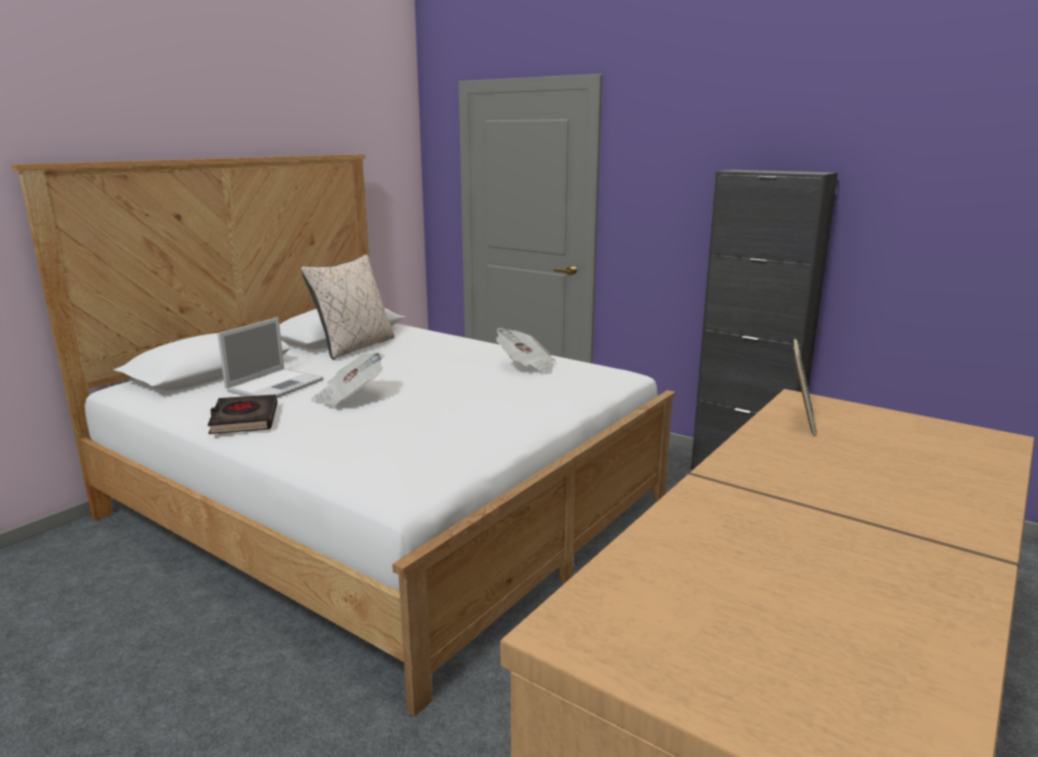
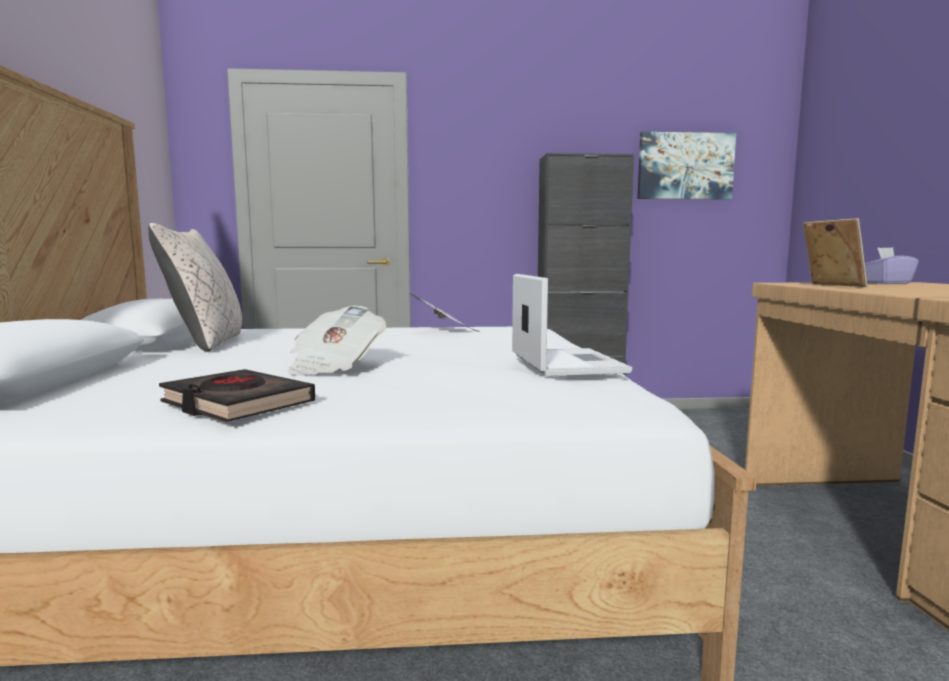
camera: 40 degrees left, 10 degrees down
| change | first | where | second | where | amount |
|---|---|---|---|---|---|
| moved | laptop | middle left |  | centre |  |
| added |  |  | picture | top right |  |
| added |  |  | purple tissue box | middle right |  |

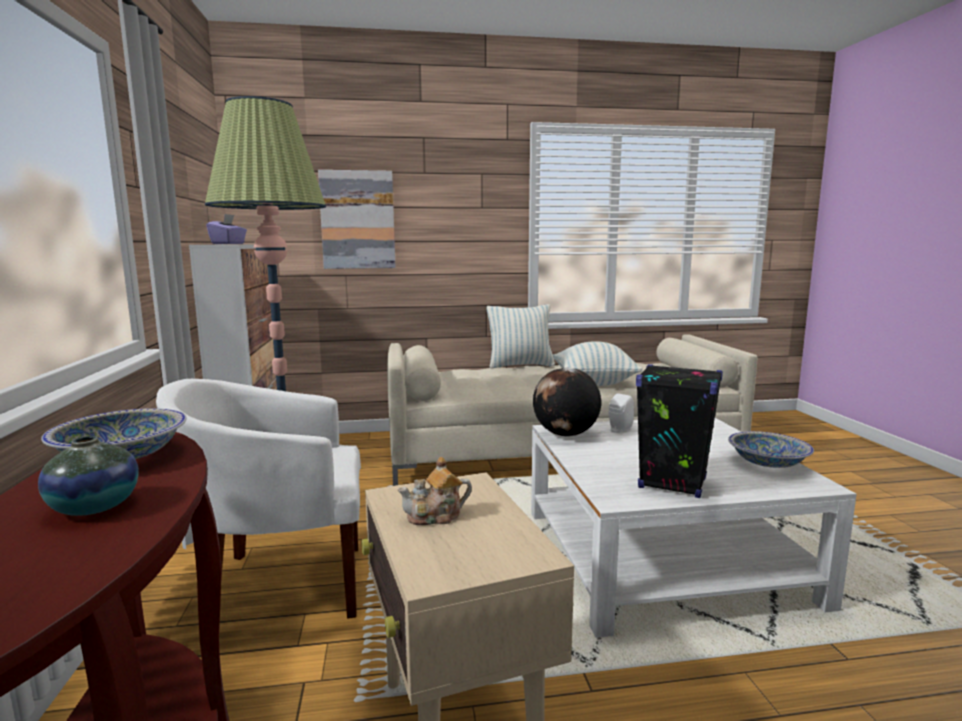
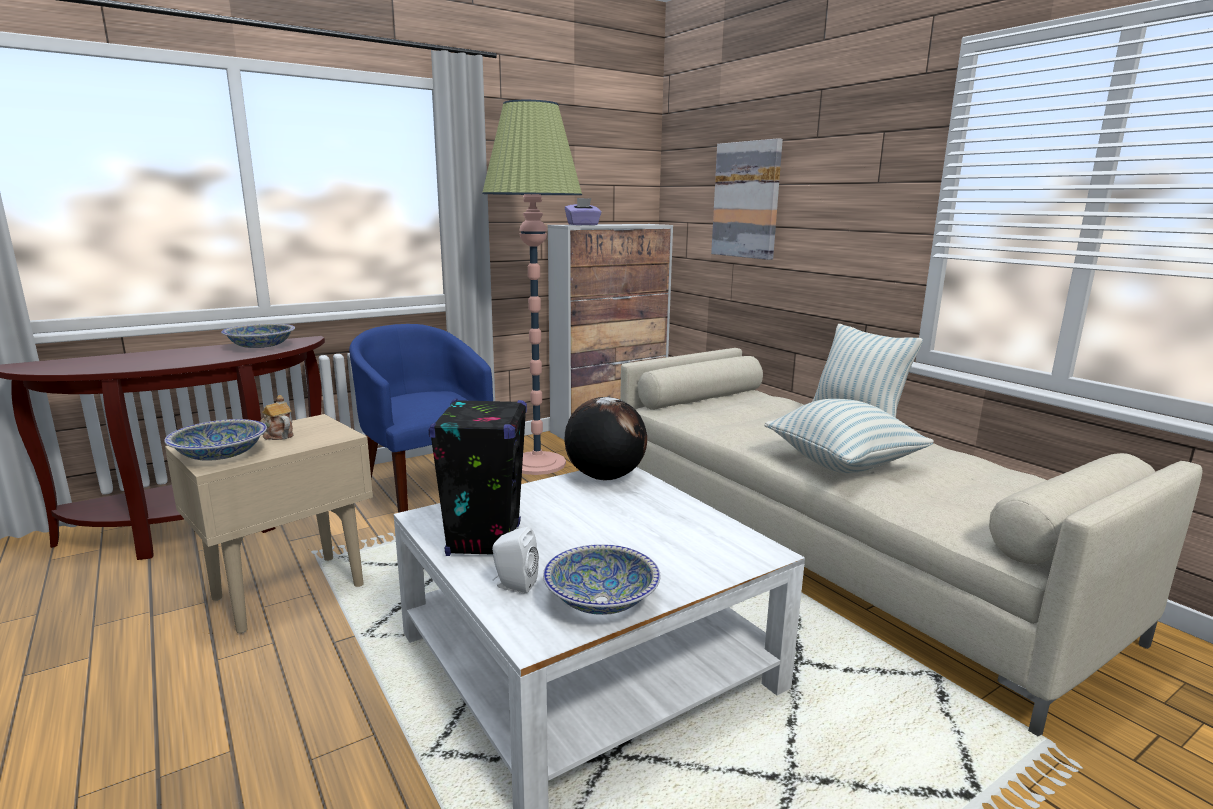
camera: 65 degrees right, 5 degrees up
| change | first | where | second | where | amount |
|---|---|---|---|---|---|
| removed | vase | middle left |  |  |  |
| recoloured | white armchair | bottom left | blue armchair | centre |  |
| moved | white speaker | centre |  | bottom centre |  |
| added |  |  | bowl (1st from left) | middle left |  |

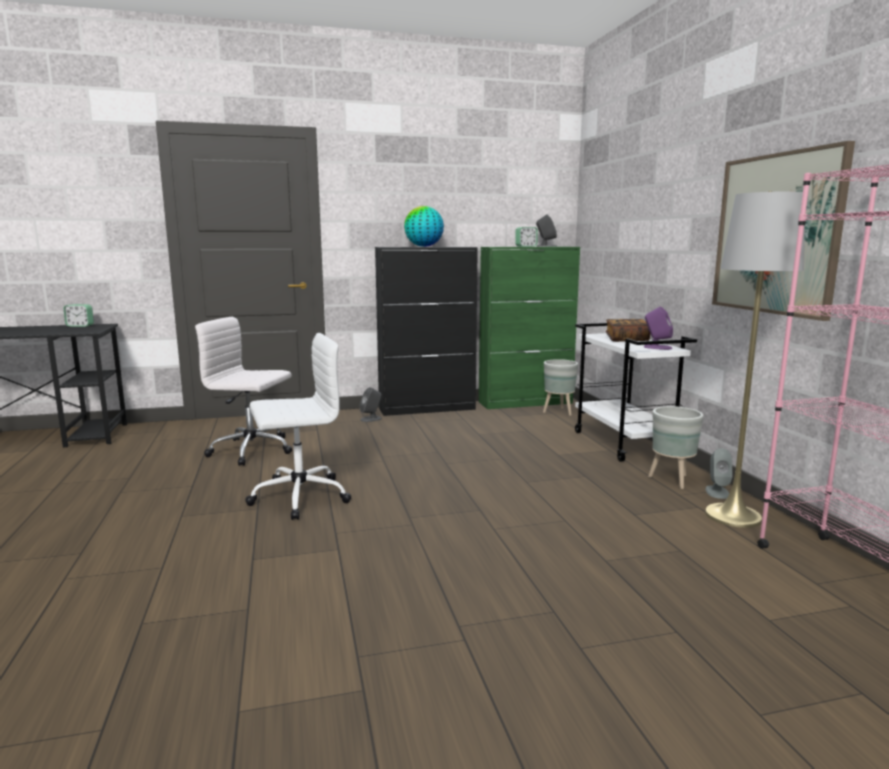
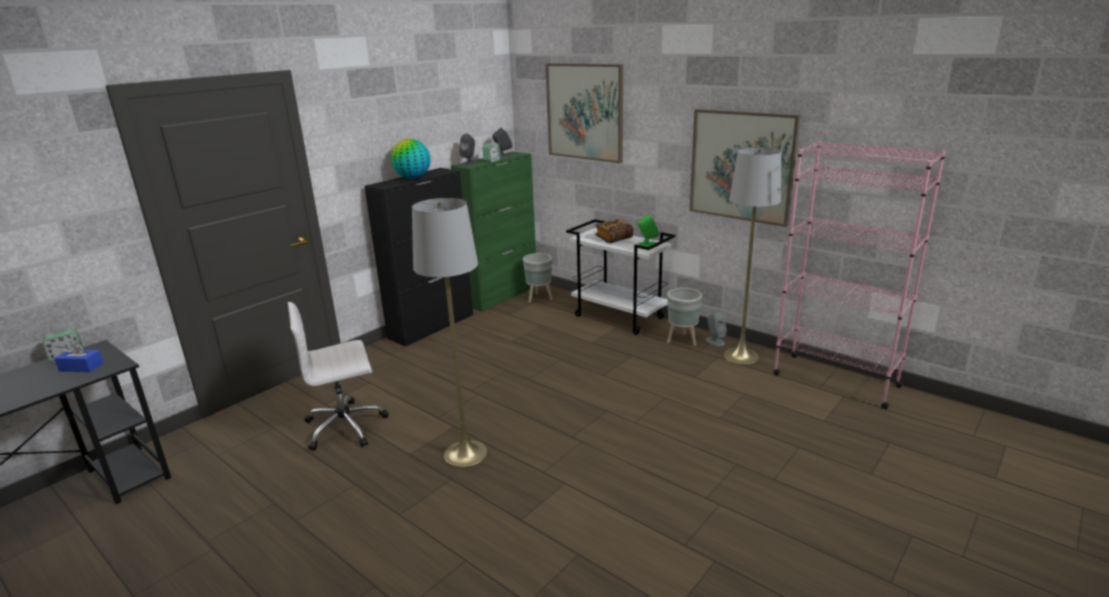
camera: 35 degrees left, 10 degrees up
| change | first | where | second | where | amount |
|---|---|---|---|---|---|
| replaced | white office chair (2nd from left) | centre | grey floor lamp (1st from left) | centre |  |
| moved | grey speaker (1st from left) | centre |  | top centre |  |
| recoloured | purple speaker | middle right | green speaker | centre |  |
| added |  |  | blue tissue box | middle left |  |
| added |  |  | picture (1st from left) | top centre |  |

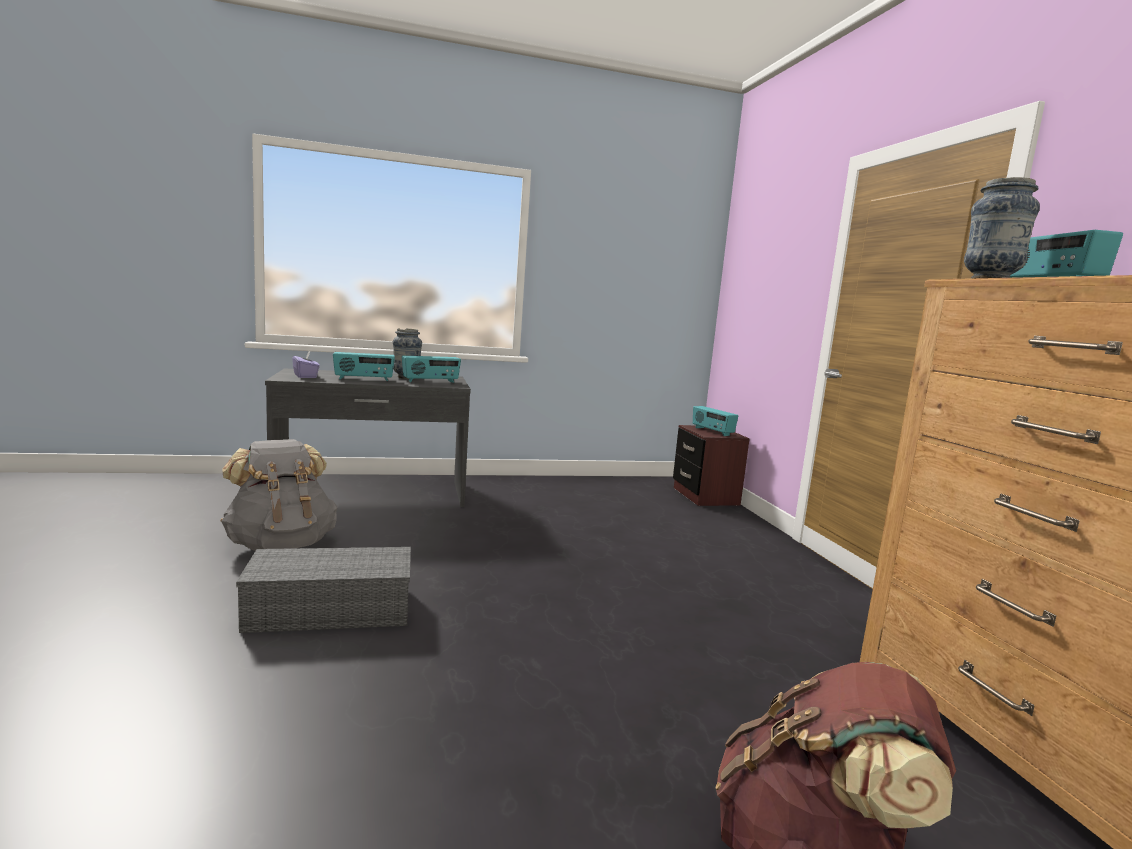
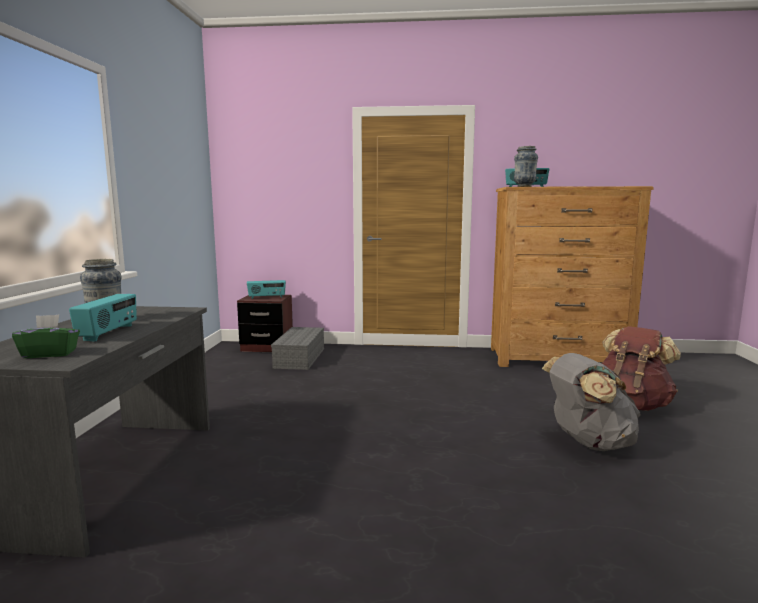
camera: 70 degrees left, 0 degrees up
| change | first | where | second | where | amount |
|---|---|---|---|---|---|
| moved | grey backpack | middle left |  | bottom right |  |
| moved | grey storage box | bottom left |  | centre |  |
| recoloured | purple tissue box | middle left | green tissue box | middle left |  |
| removed | radio (2nd from left) | centre |  |  |  |

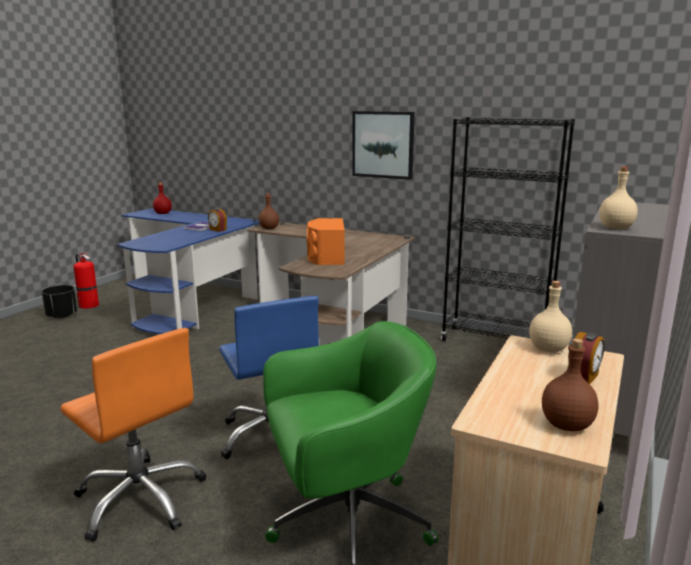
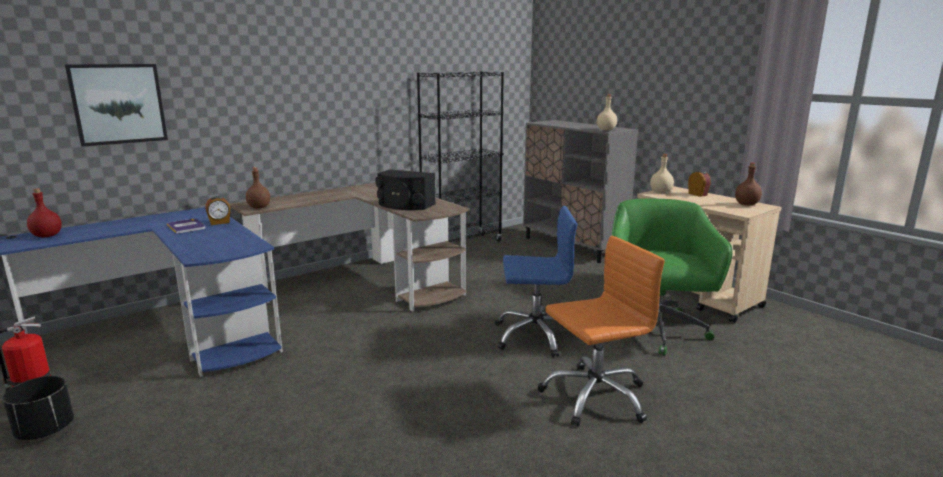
camera: 65 degrees left, 0 degrees up
| change | first | where | second | where | amount |
|---|---|---|---|---|---|
| recoloured | orange speaker | centre | black speaker | centre |  |
| moved | picture | top centre |  | top left |  |

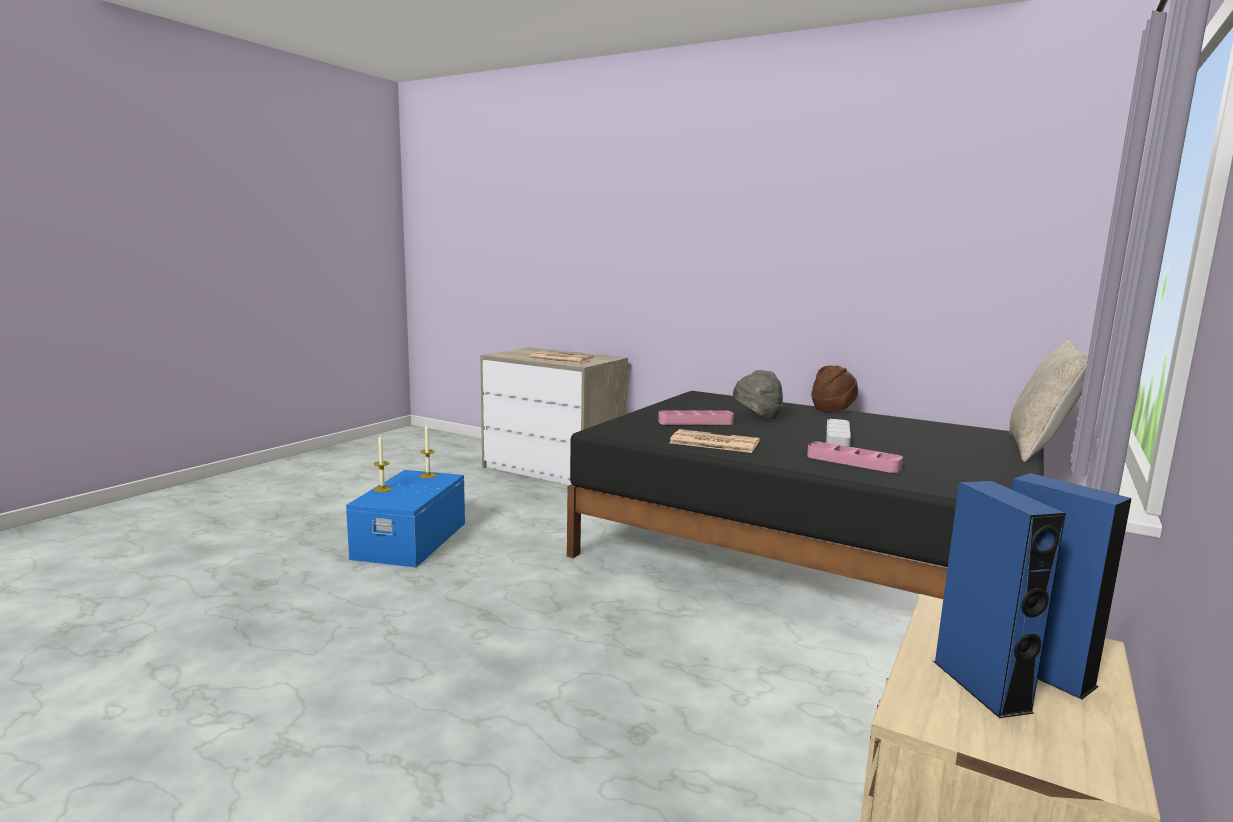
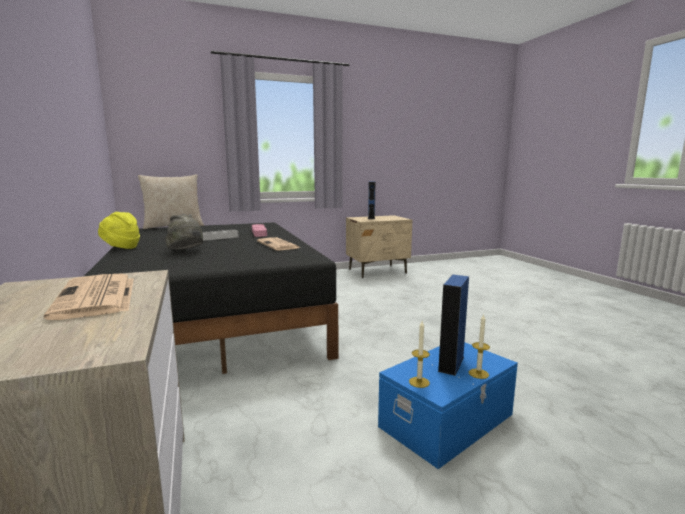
camera: 140 degrees left, 0 degrees up
| change | first | where | second | where | amount |
|---|---|---|---|---|---|
| removed | pink tray (1st from left) | centre |  |  |  |
| recoloured | brown hat | middle right | yellow hat | middle left |  |
| moved | blue speaker (1st from left in the first image) | bottom right | blue speaker (2nd from left) | centre |  |

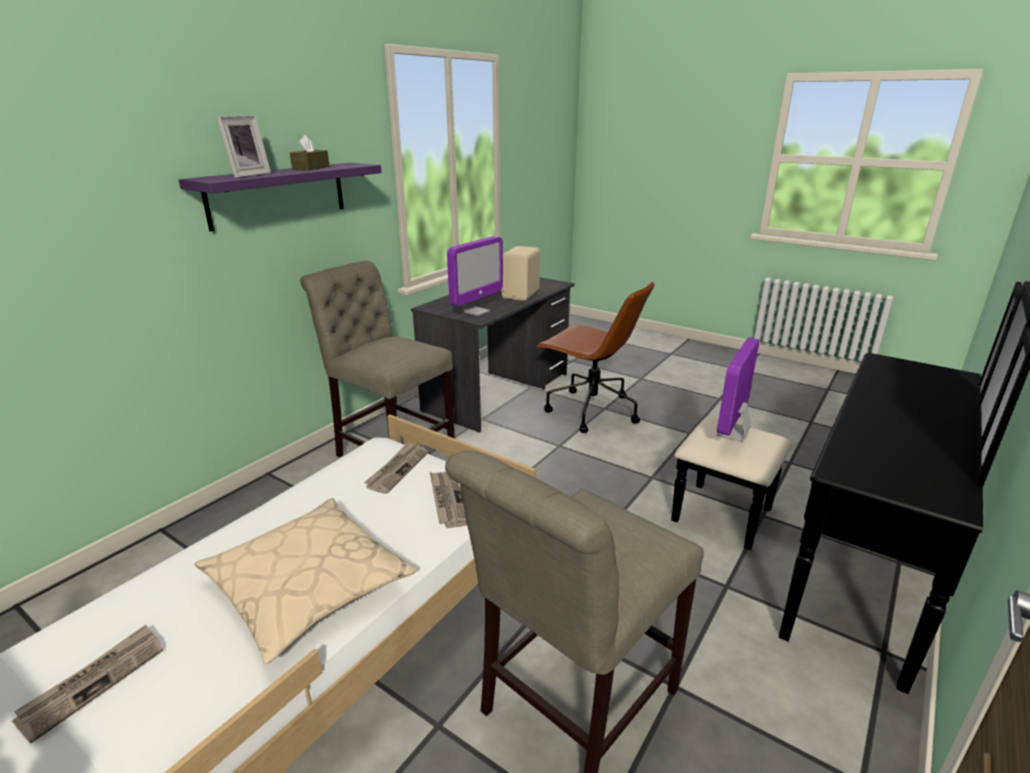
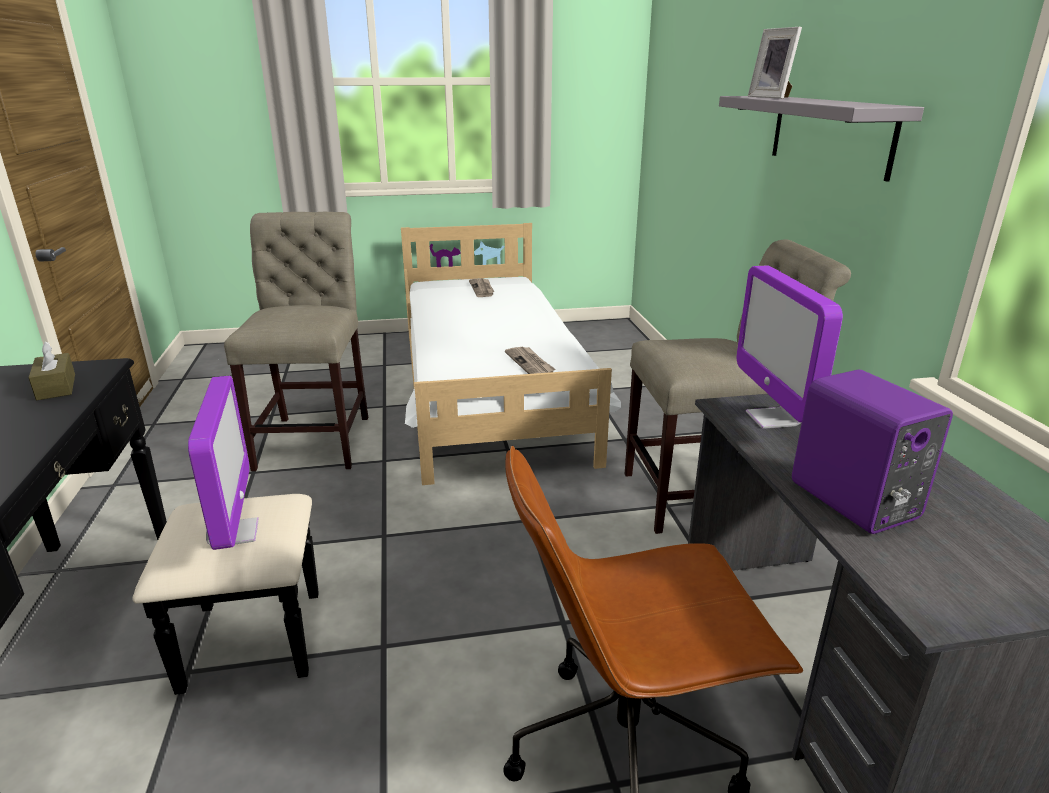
camera: 135 degrees right, 0 degrees up
| change | first | where | second | where | amount |
|---|---|---|---|---|---|
| recoloured | purple shelf | top left | grey shelf | top right |  |
| removed | beige pillow | bottom left |  |  |  |
| moved | brown tissue box | top left |  | middle left |  |
| removed | newspaper (3rd from left) | centre |  |  |  |
| recoloured | beige speaker | centre | purple speaker | middle right |  |

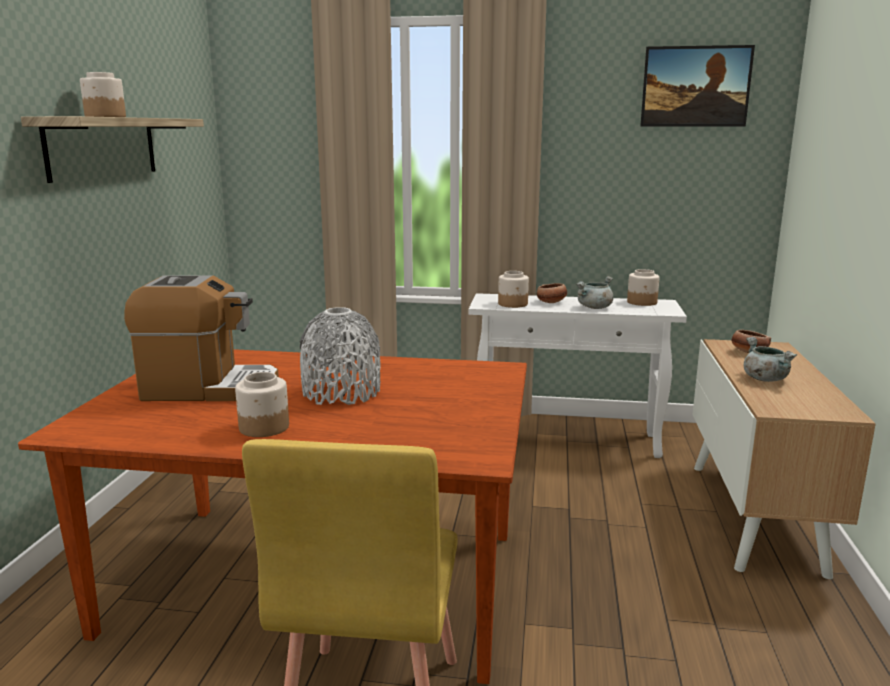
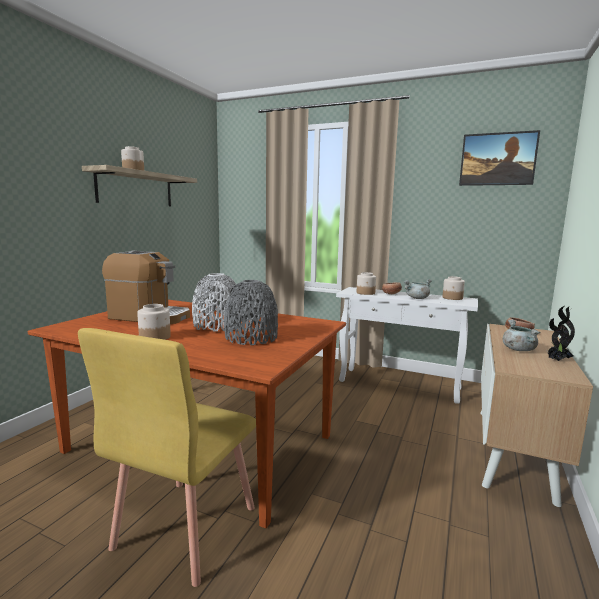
camera: 15 degrees right, 5 degrees down
| change | first | where | second | where | amount |
|---|---|---|---|---|---|
| added |  |  | grey vase (2nd from left) | centre |  |
| added |  |  | potted plant | middle right |  |

